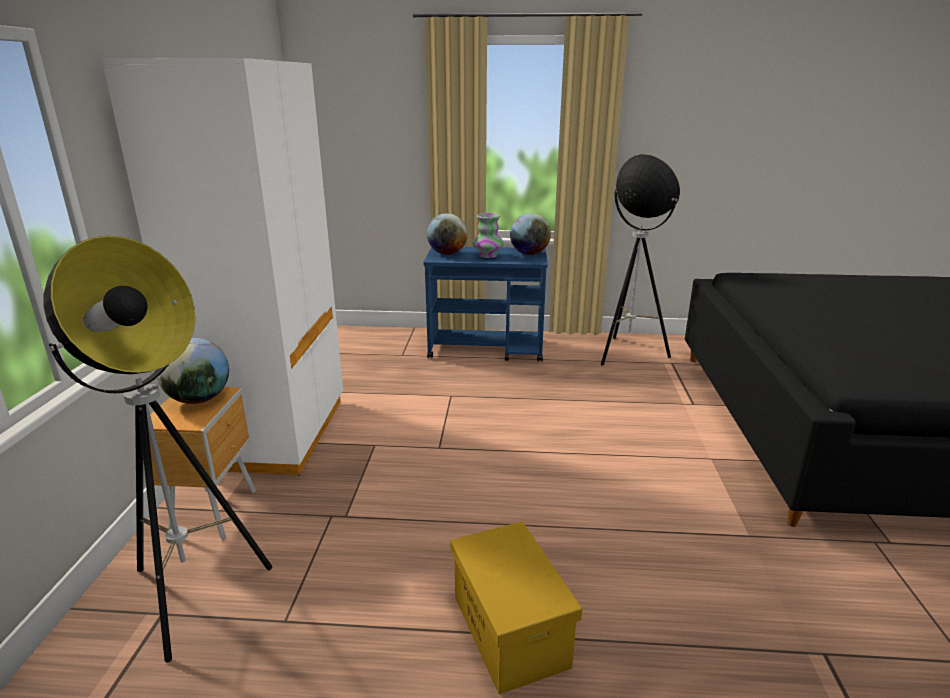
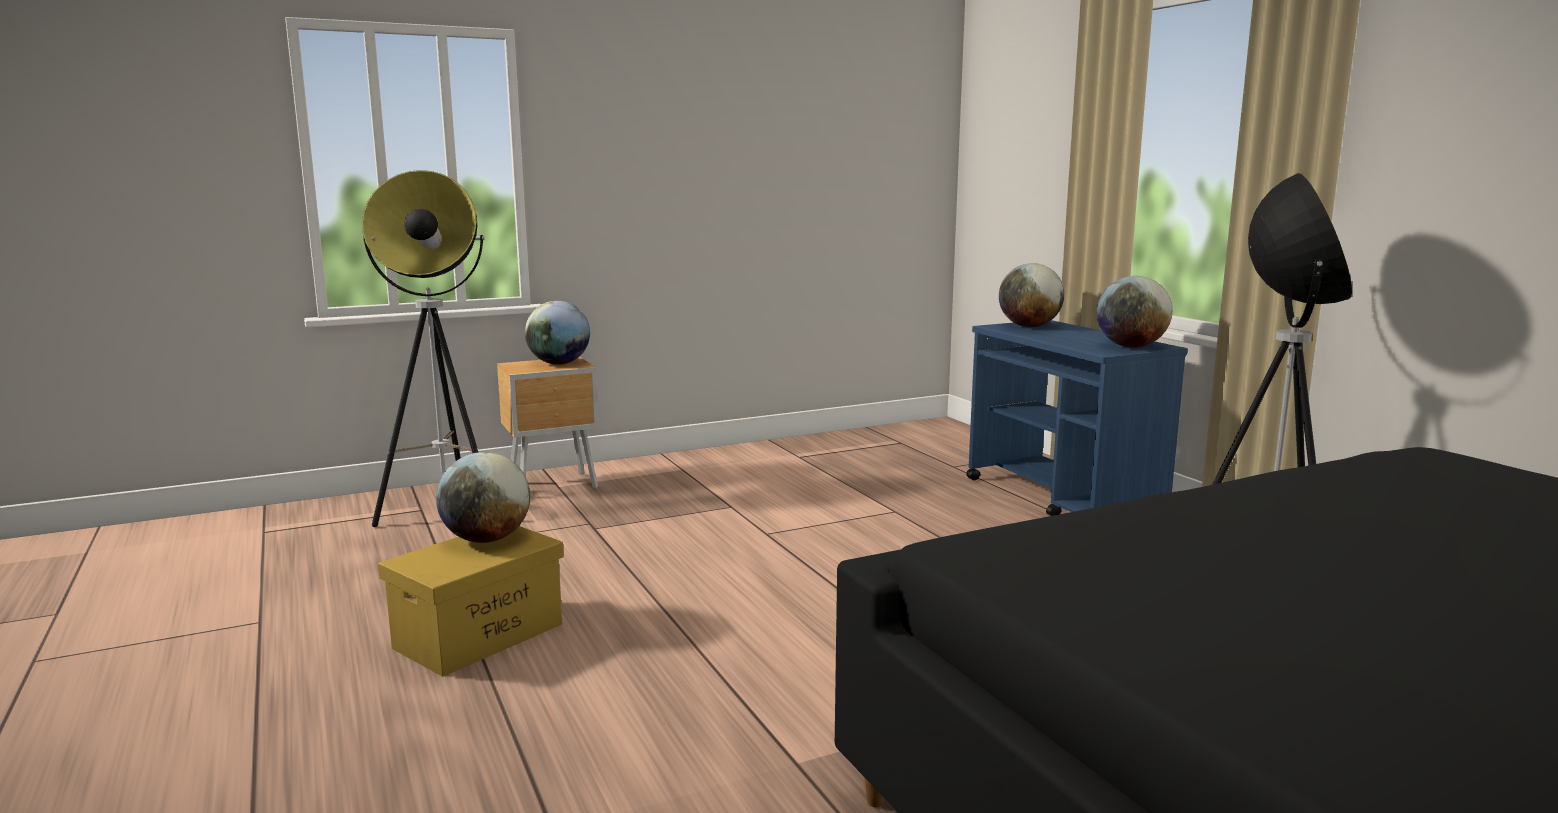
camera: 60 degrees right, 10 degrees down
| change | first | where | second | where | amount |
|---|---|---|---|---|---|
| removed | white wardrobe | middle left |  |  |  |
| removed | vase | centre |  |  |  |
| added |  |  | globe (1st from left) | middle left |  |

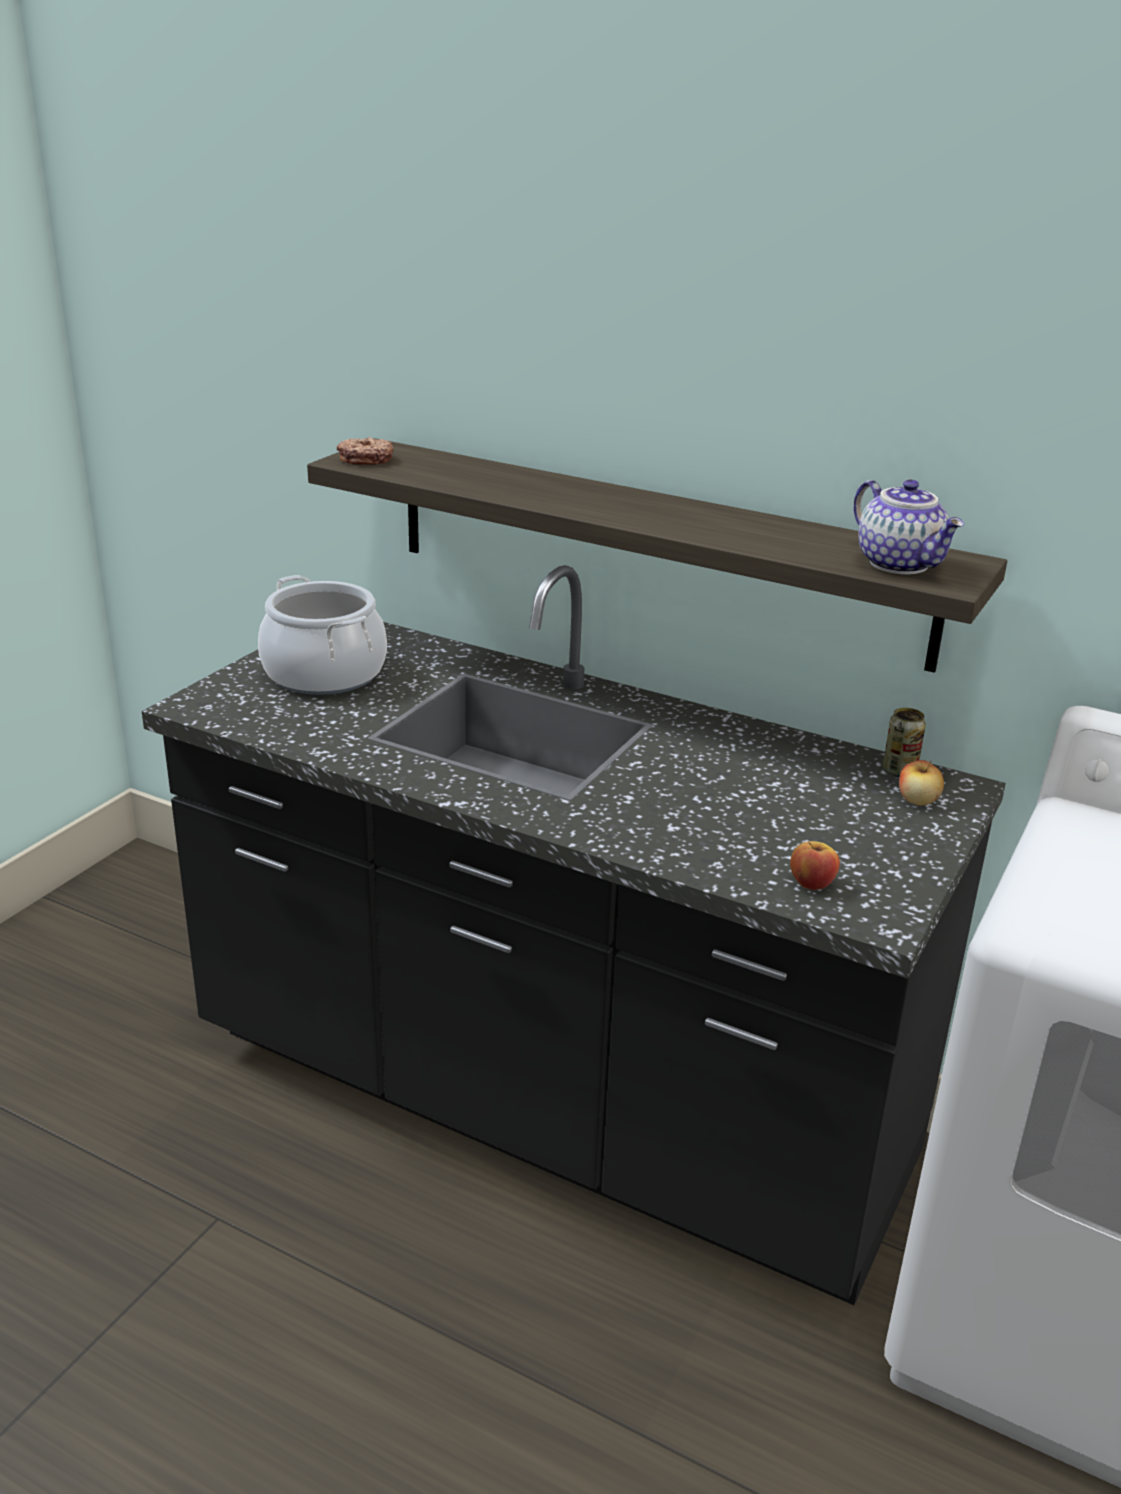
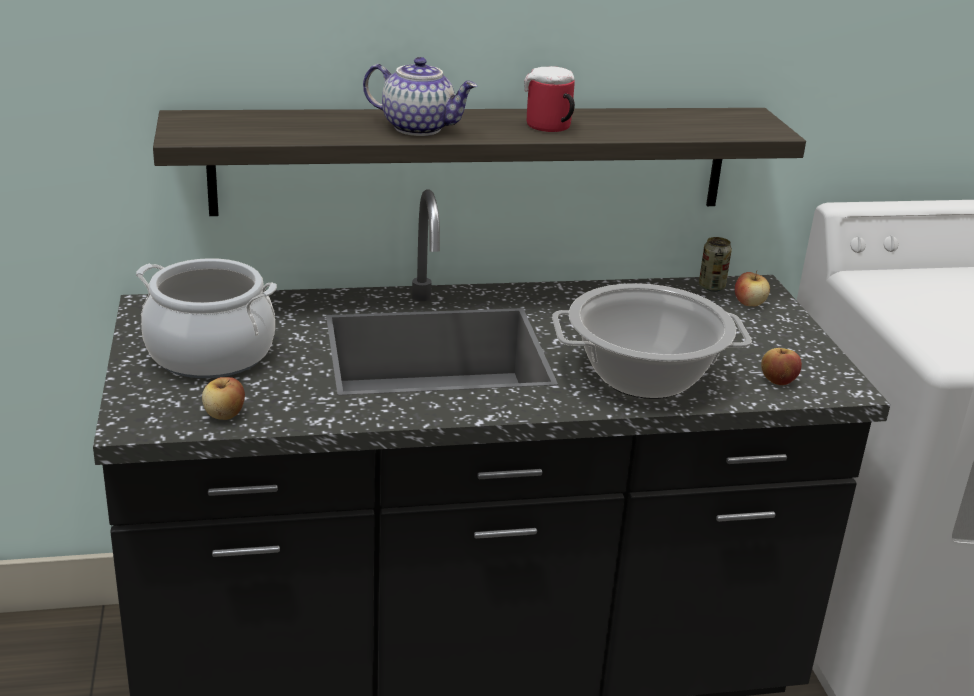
camera: 40 degrees left, 0 degrees up
| change | first | where | second | where | amount |
|---|---|---|---|---|---|
| removed | donut | top left |  |  |  |
| moved | teapot | middle right |  | top centre |  |
| added |  |  | apple (1st from left) | middle left |  |
| added |  |  | mug | top centre |  |
| added |  |  | cooking pot (2nd from left) | middle right |  |

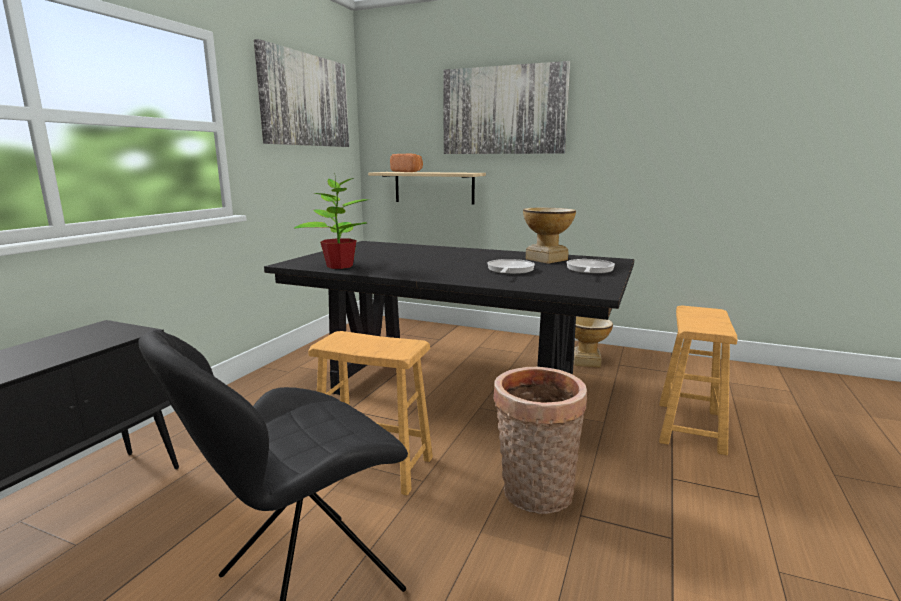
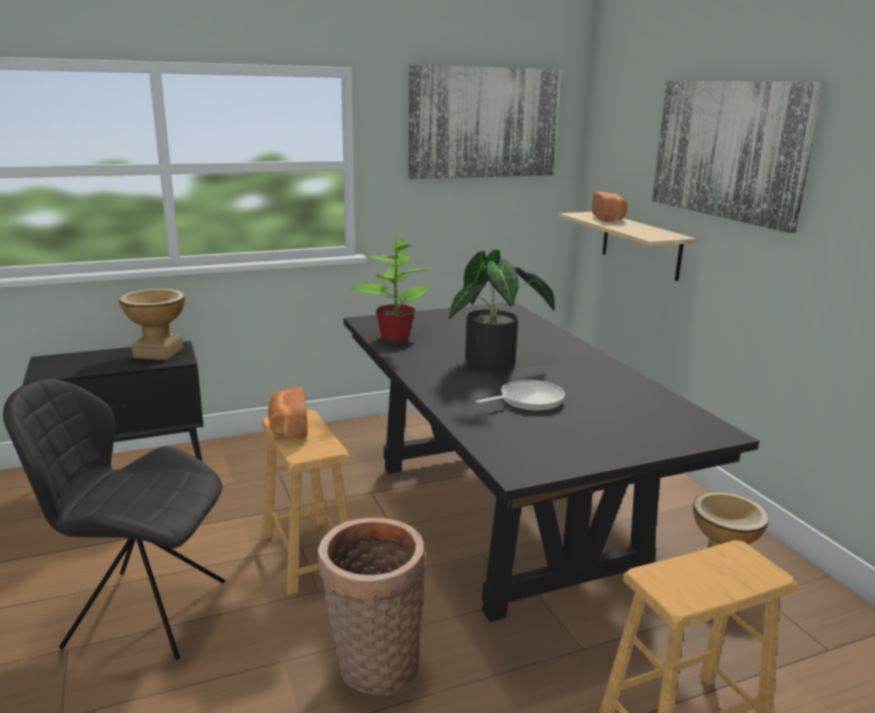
camera: 45 degrees right, 5 degrees up
| change | first | where | second | where | amount |
|---|---|---|---|---|---|
| moved | vase (1st from left) | centre |  | middle left |  |
| removed | frying pan (2nd from left) | centre |  |  |  |
| added |  |  | bread (1st from left) | middle left |  |
| added |  |  | potted plant (2nd from left) | centre |  |

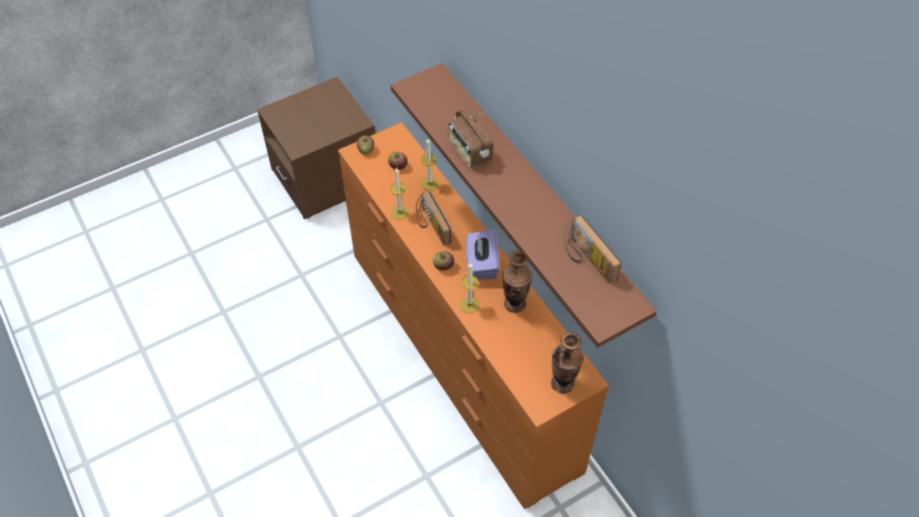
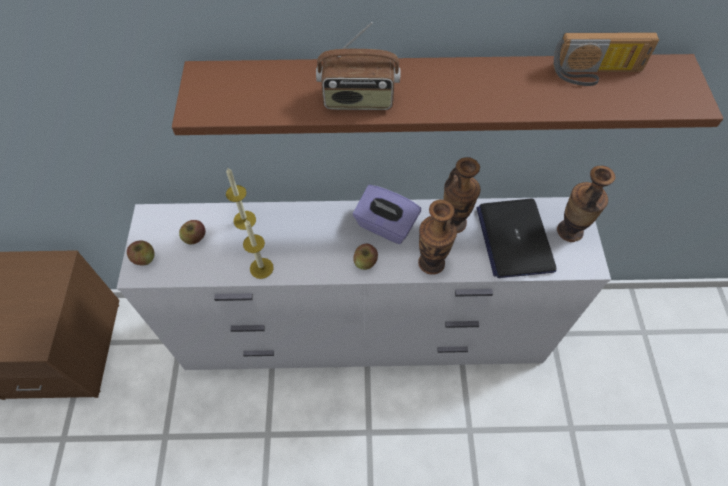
camera: 60 degrees left, 5 degrees up
| change | first | where | second | where | amount |
|---|---|---|---|---|---|
| recoloured | orange dresser | centre | white dresser | centre |  |
| removed | radio (1st from left) | centre |  |  |  |
| replaced | candle (3rd from left) | centre | vase (1st from left) | centre |  |
| added |  |  | laptop | middle right |  |

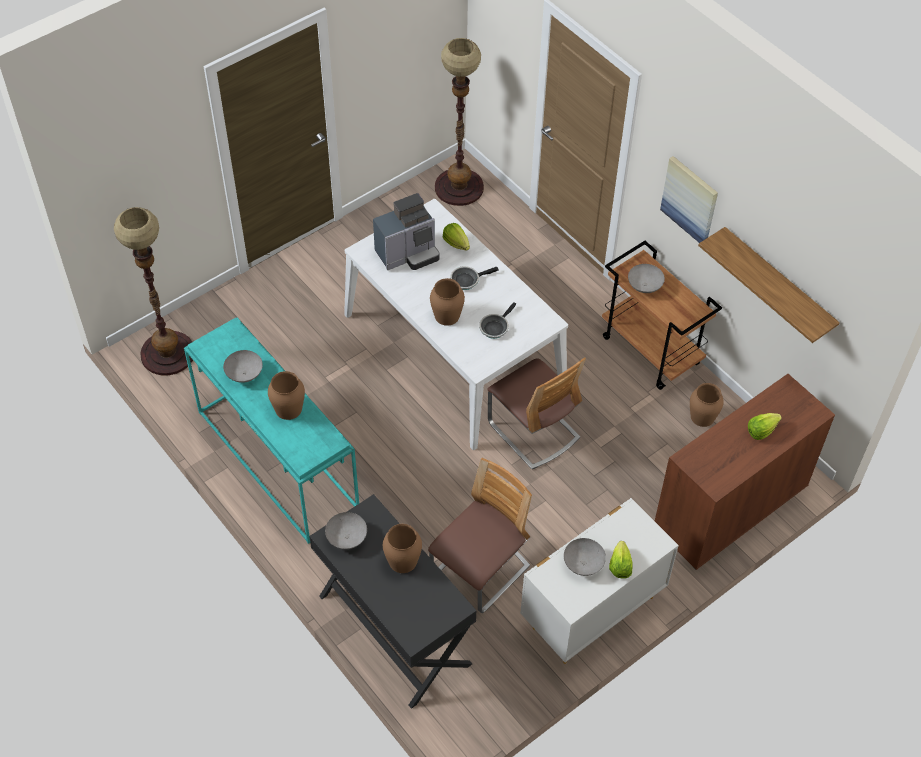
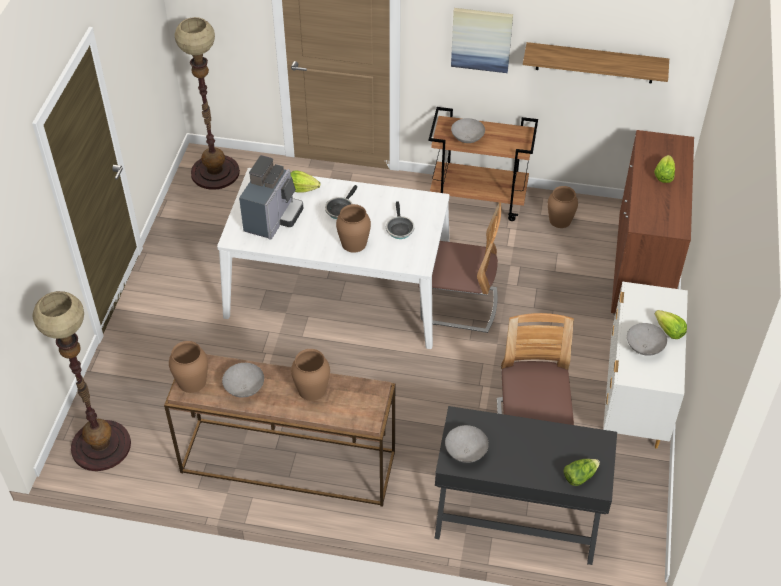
camera: 40 degrees left, 5 degrees down
| change | first | where | second | where | amount |
|---|---|---|---|---|---|
| recoloured | turquoise console table | middle left | brown console table | bottom centre |  |
| moved | brown vase (2nd from left in the first image) | bottom centre | brown vase (1st from left) | middle left |  |
| added |  |  | lettuce (2nd from left) | bottom right |  |

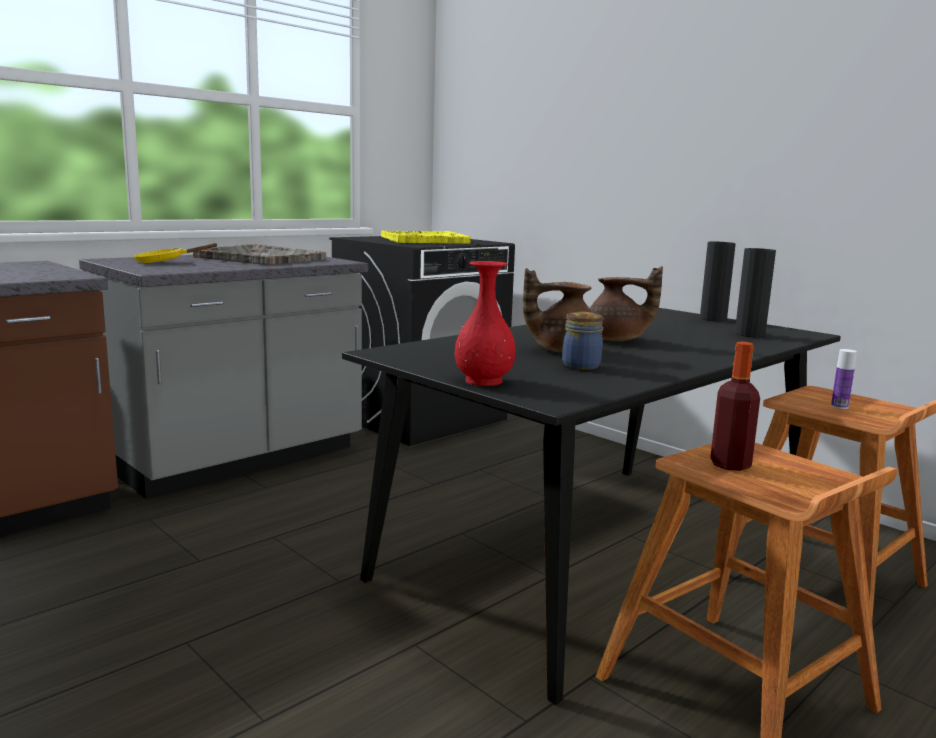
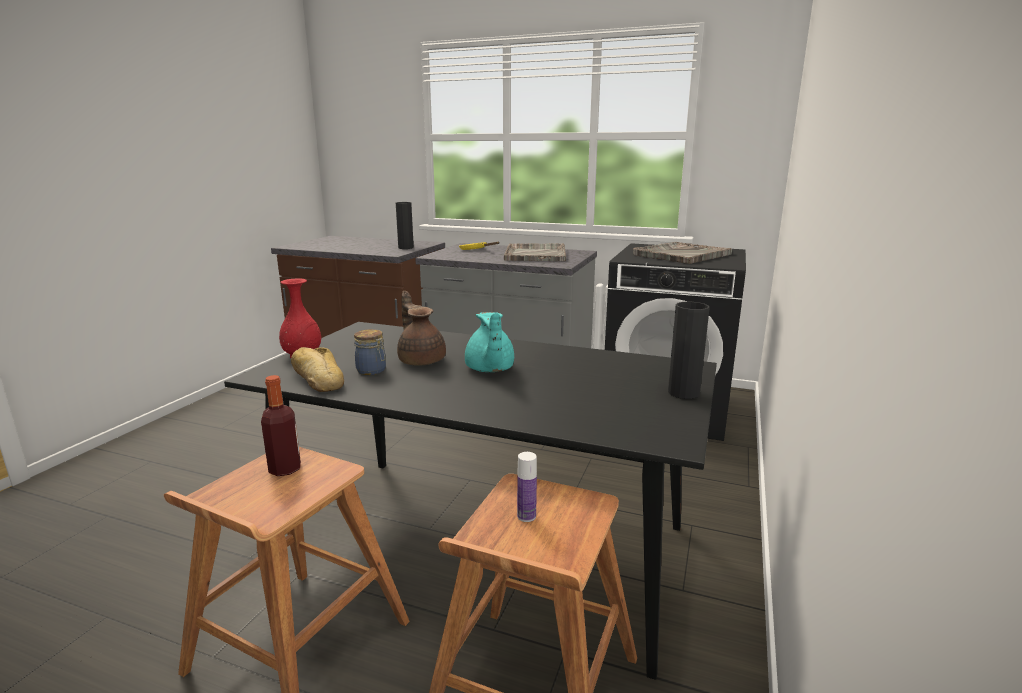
camera: 65 degrees right, 5 degrees up
| change | first | where | second | where | amount |
|---|---|---|---|---|---|
| recoloured | yellow tray | top centre | grey tray (2nd from left) | middle right |  |
| recoloured | brown teapot (2nd from left) | middle right | turquoise teapot | centre |  |
| moved | black vase (2nd from left in the first image) | middle right | black vase (1st from left) | top centre |  |
| added |  |  | bread | middle left |  |

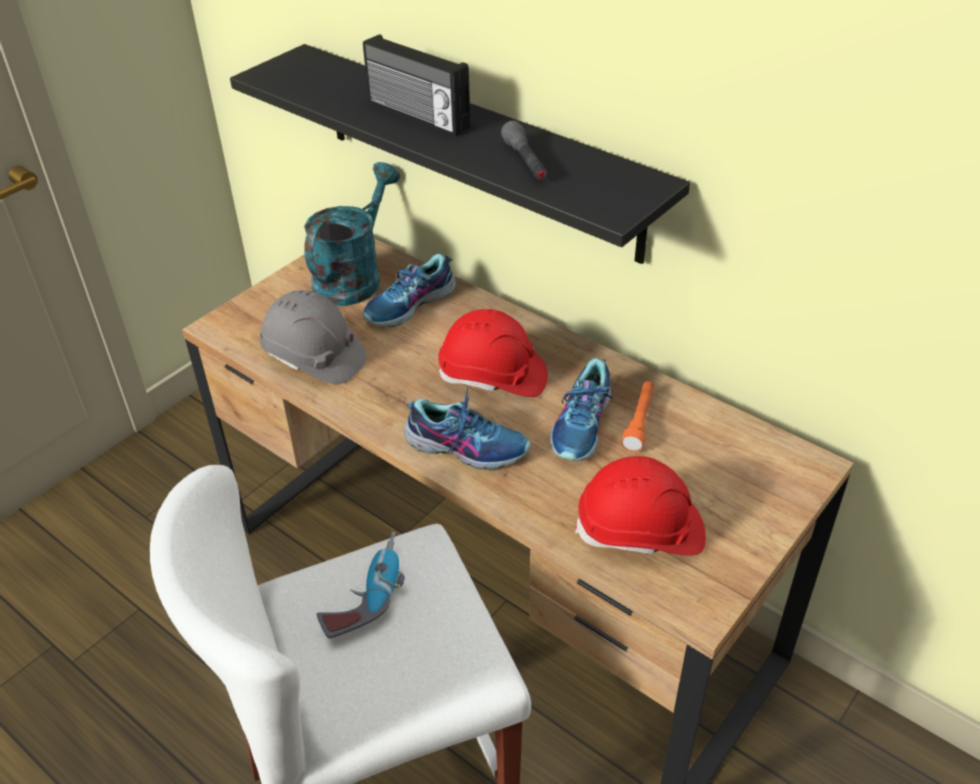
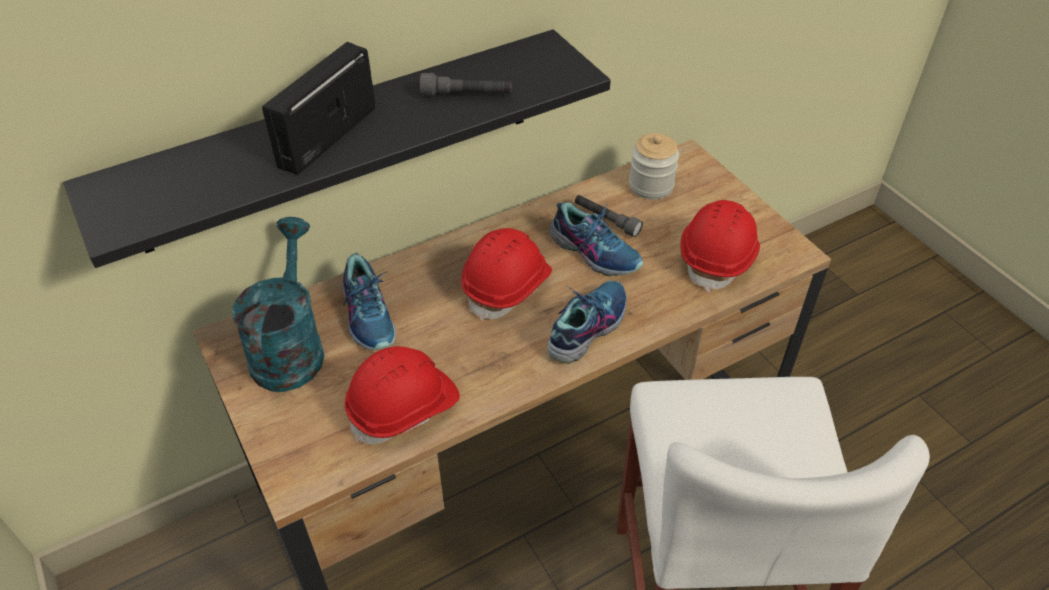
camera: 70 degrees left, 5 degrees up
| change | first | where | second | where | amount |
|---|---|---|---|---|---|
| recoloured | grey hard hat | middle left | red hard hat (1st from left) | bottom centre |  |
| turned | turquoise watering can | top centre |  | middle left | 45 degrees clockwise |
| removed | power drill | bottom centre |  |  |  |
| turned | radio | top centre |  | top left | 150 degrees clockwise |
| recoloured | orange flashlight | centre | grey flashlight (2nd from left) | centre |  |
| added |  |  | jar | top centre |  |

